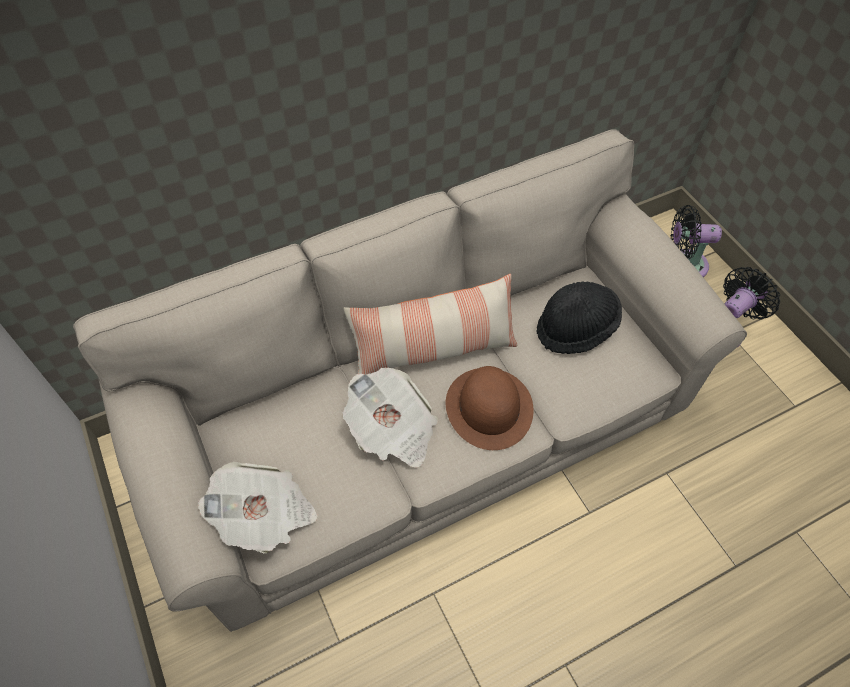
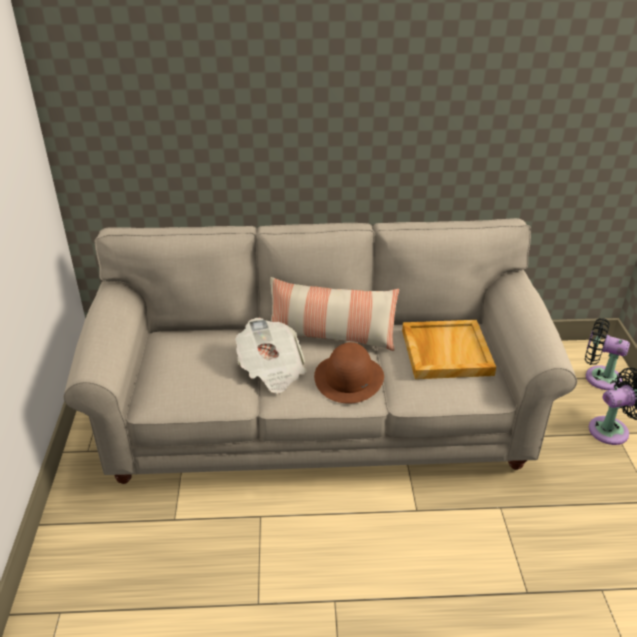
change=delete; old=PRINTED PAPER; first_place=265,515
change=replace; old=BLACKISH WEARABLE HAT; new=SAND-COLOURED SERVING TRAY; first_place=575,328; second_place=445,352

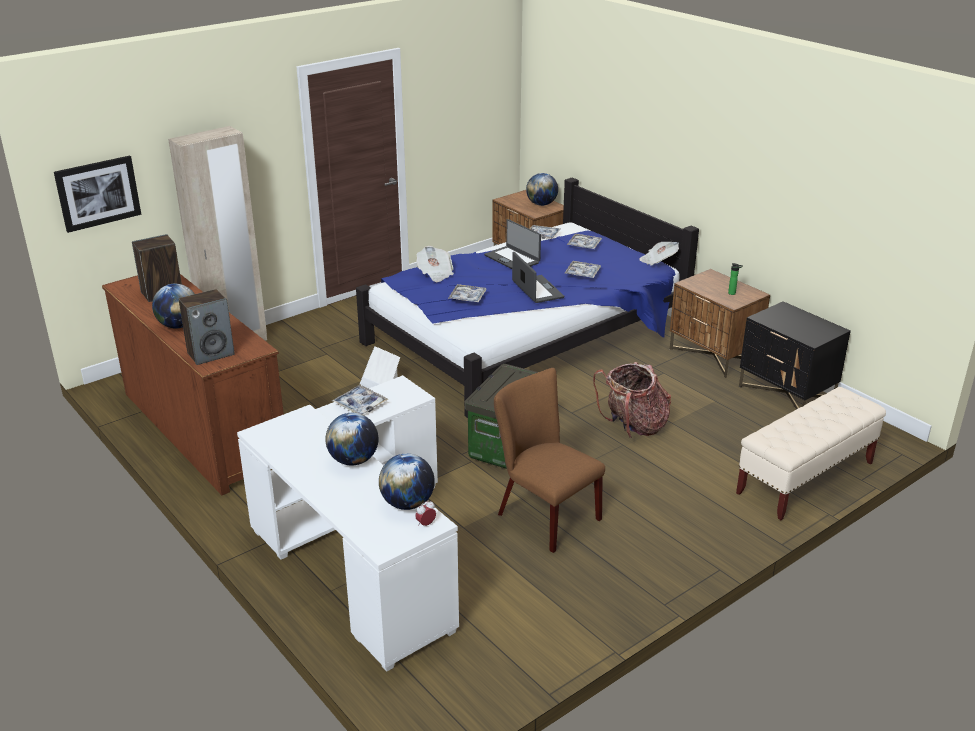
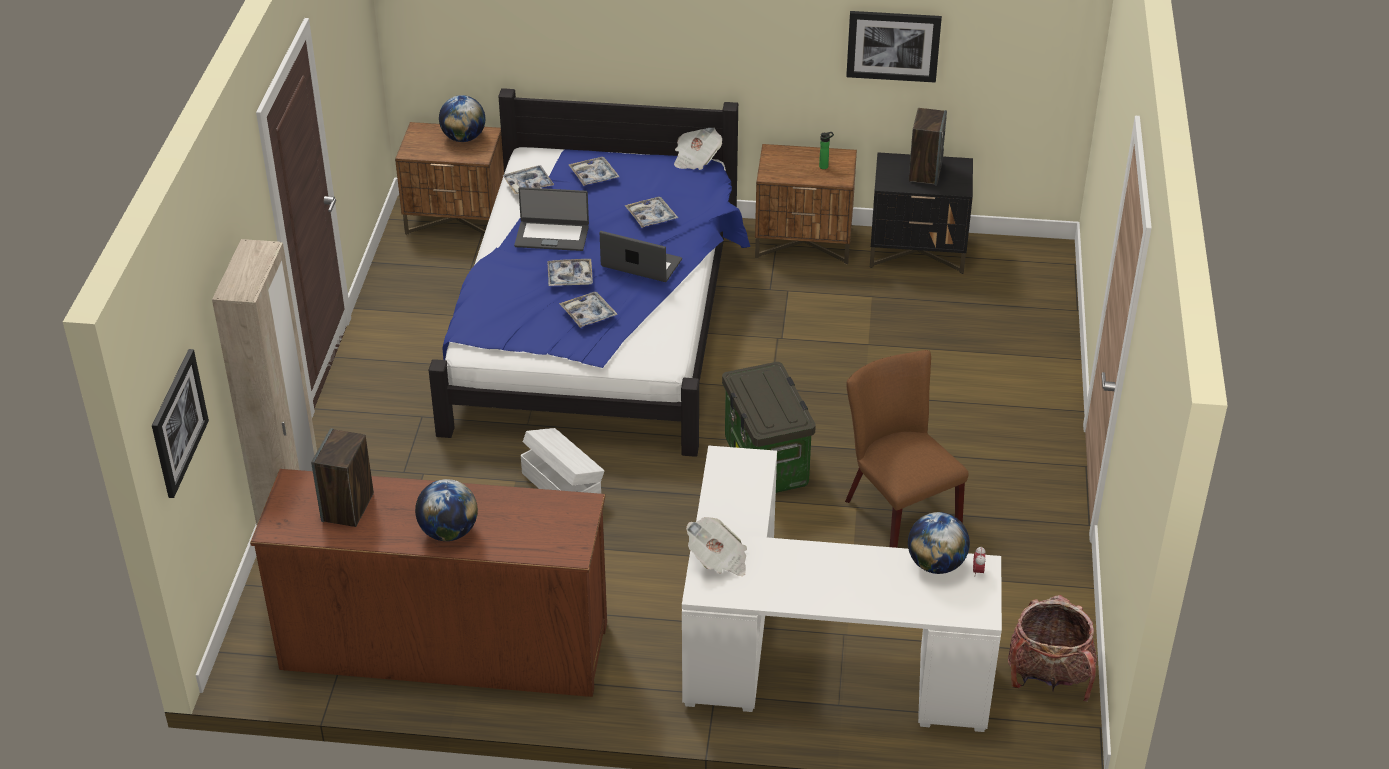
change=delete; old=WORLD GLOBE; first_place=353,460
change=delete; old=SAND-COLOURED BENCH; first_place=805,478
change=insert; new=PICTURE; second_place=893,45
change=move; old=AUDIO SPEAKER; first_place=211,353; second_place=924,172
change=move; old=SERVING TRAY; first_place=360,405; second_place=570,277
change=move; old=PRINTED PAPER; first_place=435,273; second_place=718,560
change=move; old=KNAPSACK; first_place=633,426; second_place=1048,677
change=rotate; old=BROWN PLAIN CHAIR; first_place=542,514; second_place=896,510; degrees=60

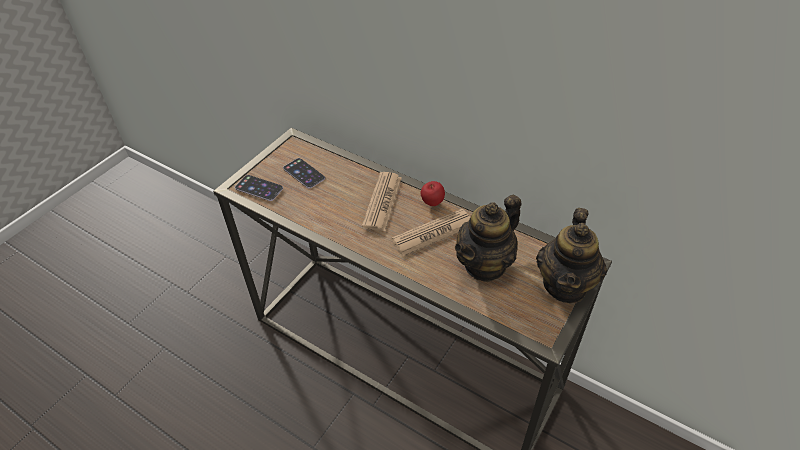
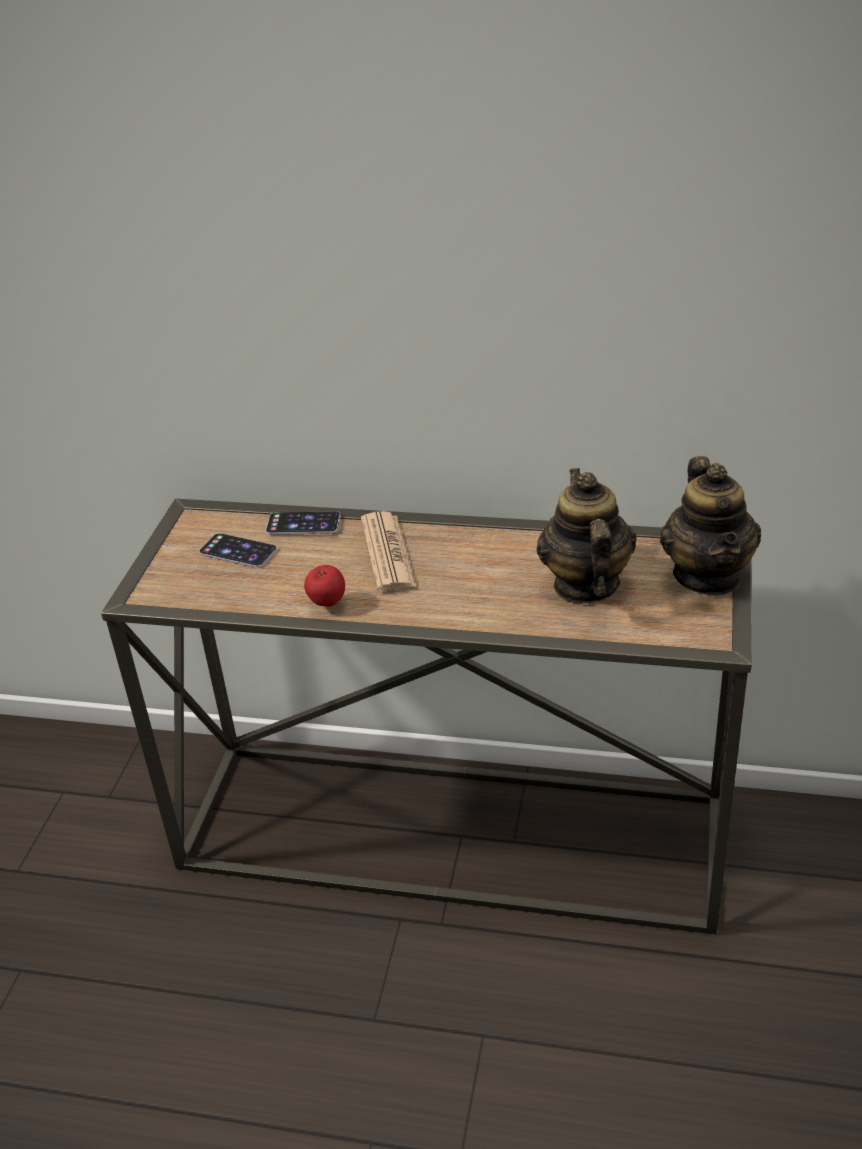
change=delete; old=PRINTED PAPER; first_place=433,233
change=move; old=PHONE; first_place=259,188; second_place=303,524
change=move; old=APPLE; first_place=432,203; second_place=327,603
change=rotate; old=TEAPOT; first_place=485,264; second_place=585,585; degrees=150

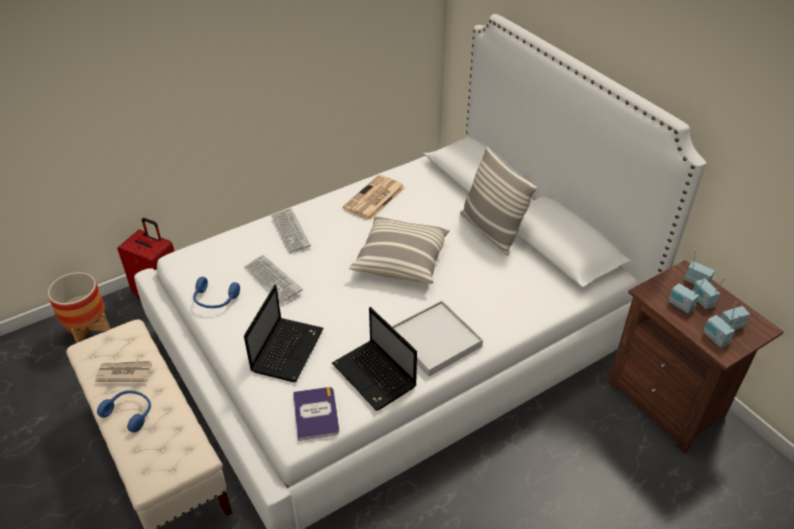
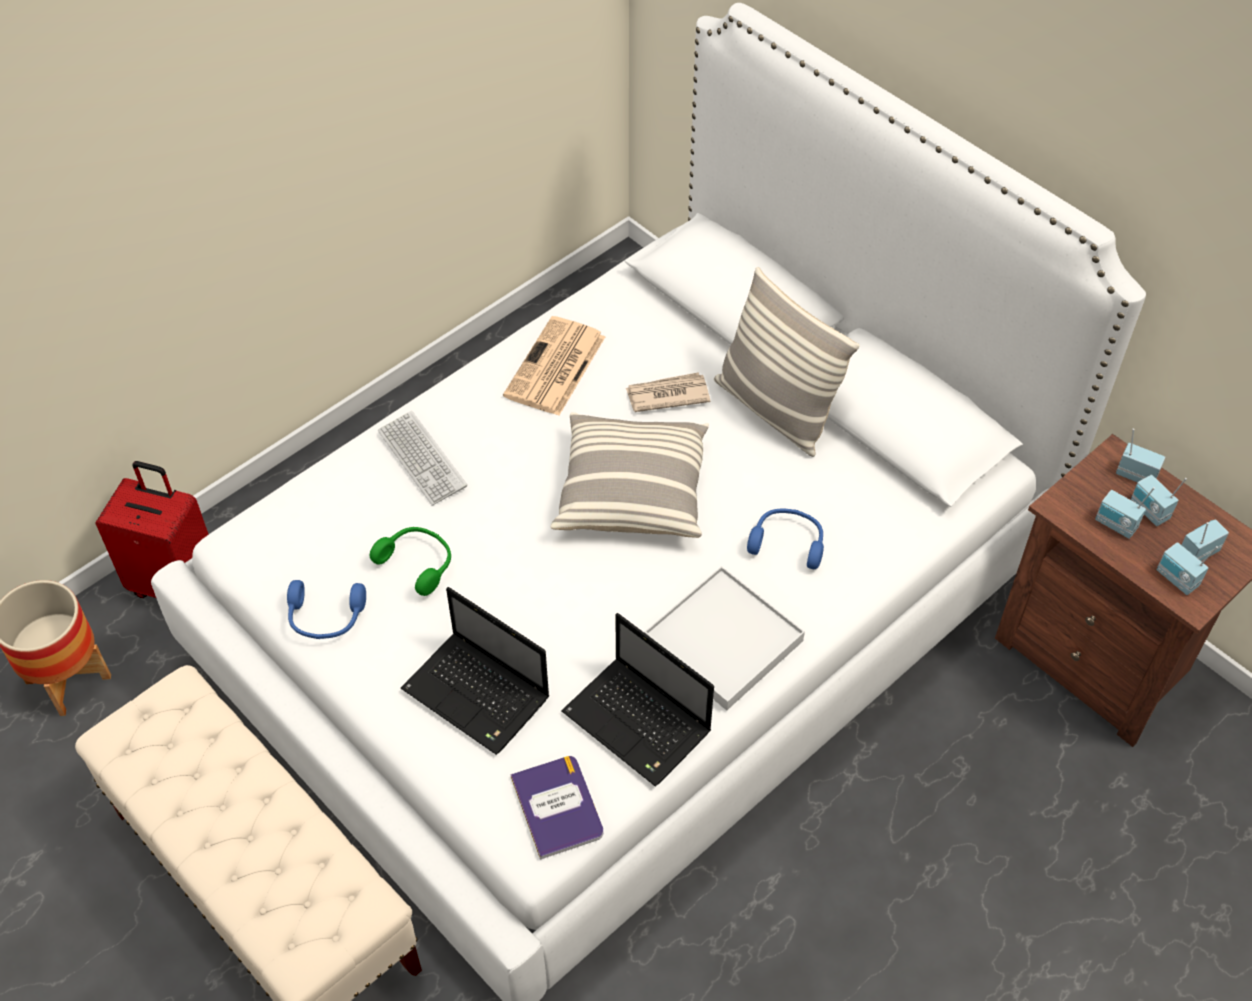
change=move; old=PRINTED PAPER; first_place=124,373; second_place=667,395
change=move; old=BLUISH HEADSET; first_place=130,413; second_place=788,542
change=replace; old=KEYBOARD; new=GREEN-COLOURED HEADSET; first_place=273,279; second_place=417,563
change=rotate; old=LAPTOP; first_place=287,349; second_place=479,695; degrees=120

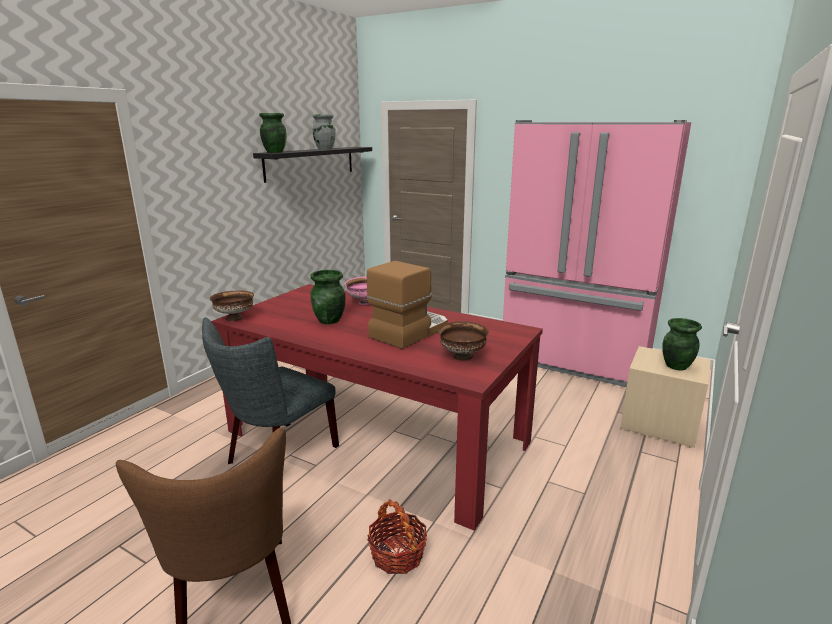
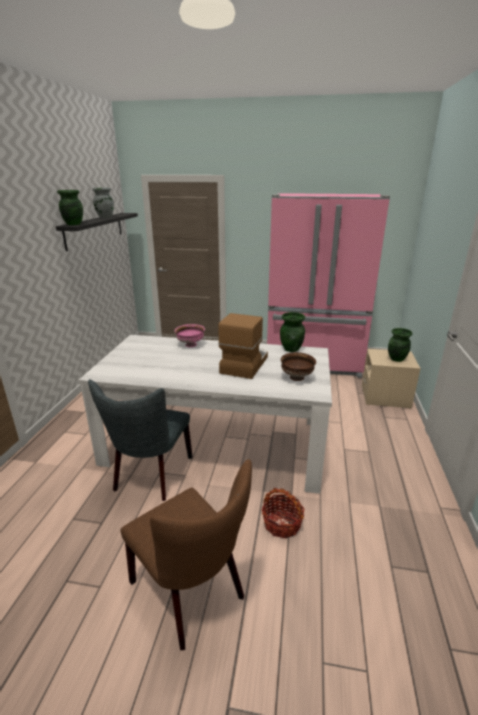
change=delete; old=BROWN BOWL; first_place=234,318
change=move; old=GREEN-COLOURED VASE; first_place=329,320; second_place=291,349
change=recolor; old=REDDISH DINNER TABLE; new=WHITE-COLOURED DINNER TABLE; first_place=377,437; second_place=216,443

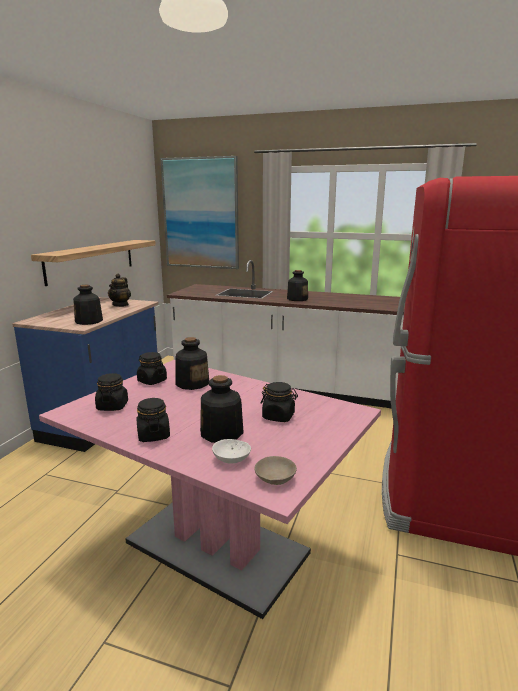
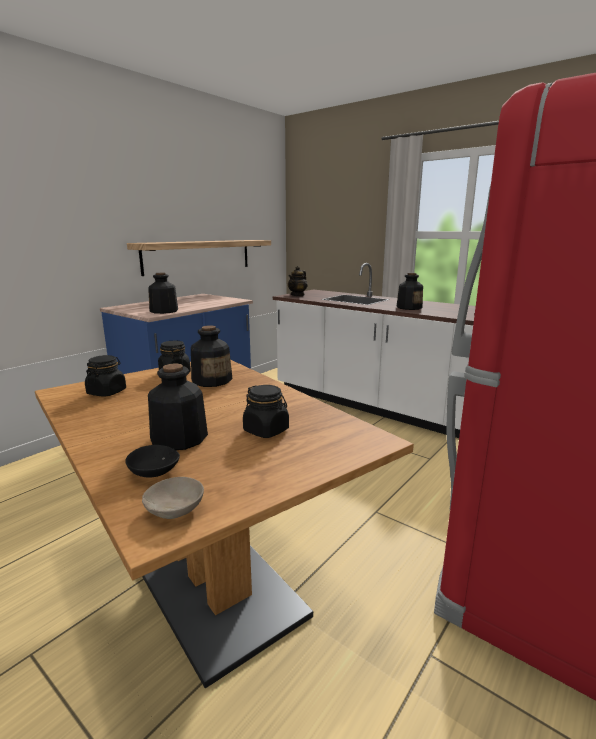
change=delete; old=BLACKISH PRESERVE JAR; first_place=153,435
change=delete; old=PICTURE; first_place=201,214
change=move; old=TEAPOT; first_place=120,305; second_place=297,295
change=recolor; old=PINK-COLOURED DINNER TABLE; new=BROWN DINNER TABLE; first_place=216,548; second_place=210,578
change=recolor; old=WHITE-COLOURED BOWL; new=BLACKISH BOWL; first_place=230,459; second_place=152,471

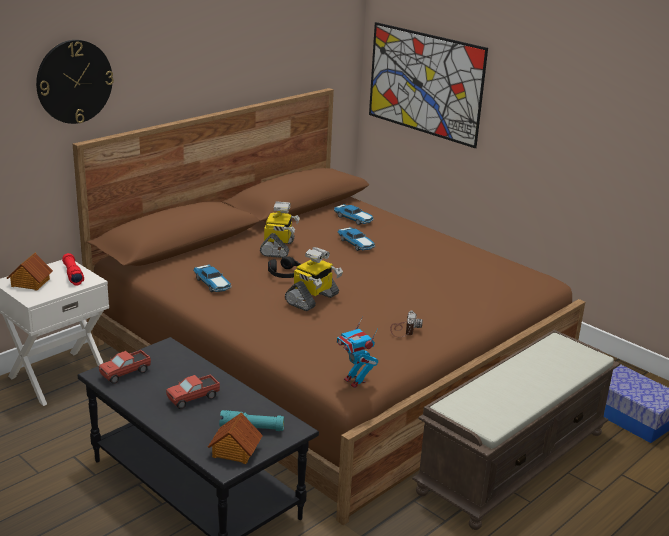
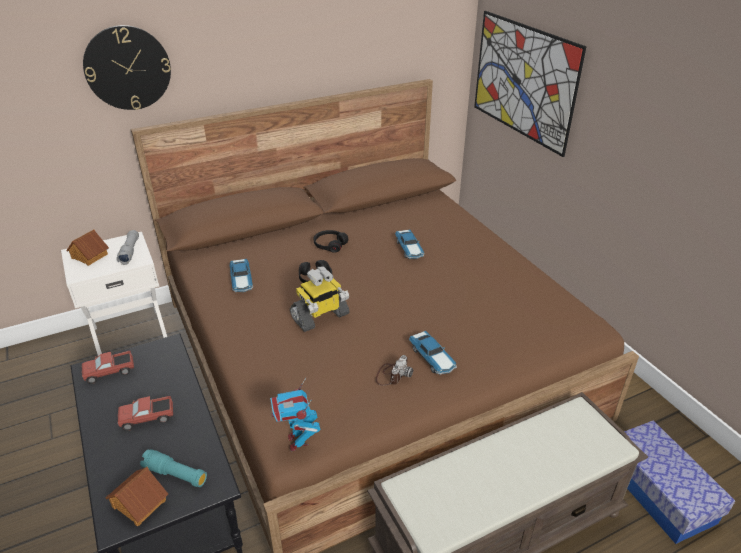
change=move; old=MODEL CAR; first_place=354,219; second_place=432,358
change=replace; old=ROBOT FIGURE; new=BLACKISH HEADSET; first_place=278,248; second_place=330,245
change=recolor; old=REDDISH HAND TORCH; new=GREYISH HAND TORCH; first_place=73,275; second_place=130,252

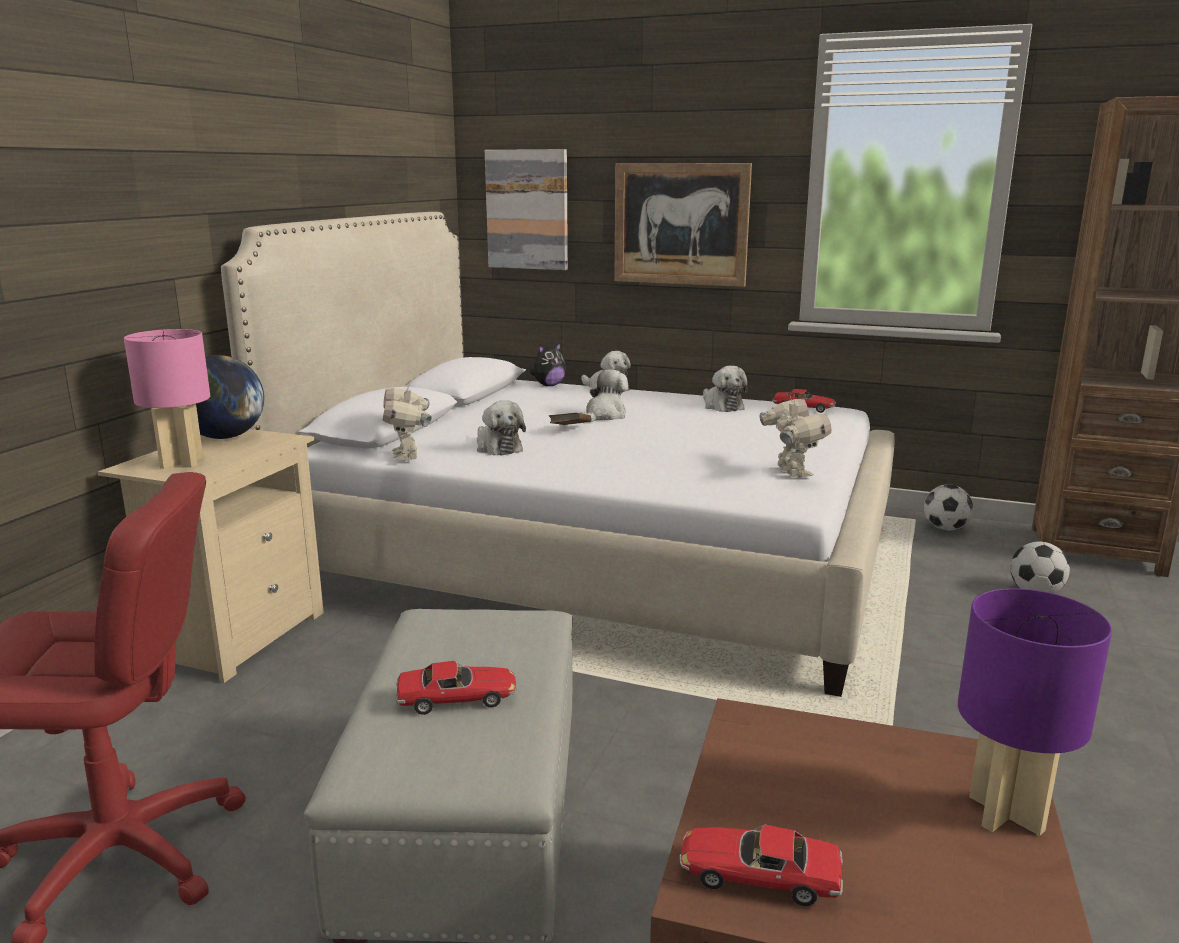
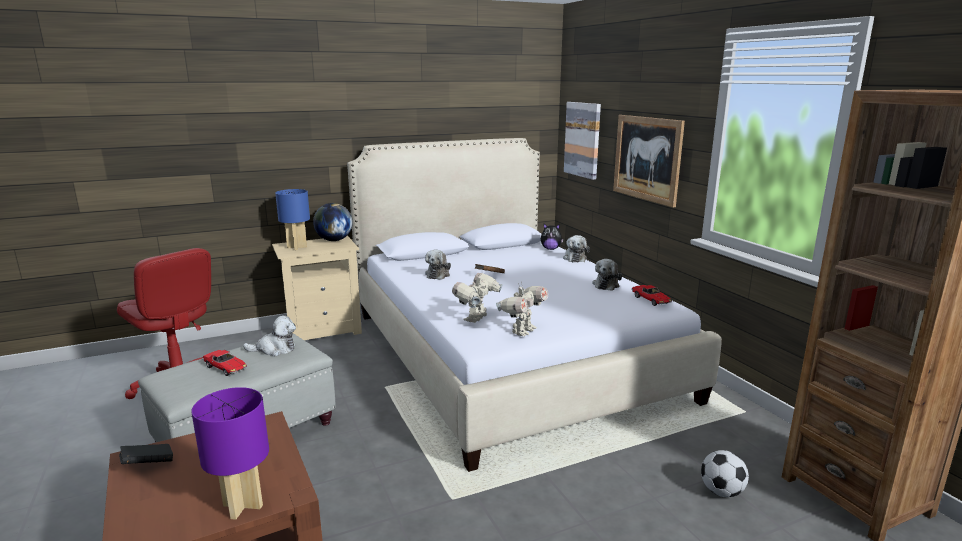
change=delete; old=FOOTBALL BALL; first_place=945,528
change=move; old=ROBOT FIGURE; first_place=408,456; second_place=477,319
change=move; old=PLUSH TOY; first_place=604,416; second_place=275,349
change=replace; old=MODEL CAR; new=BLACKISH VOLUME; first_place=759,876; second_place=148,464
change=recolor; old=PINK-COLOURED TABLE LAMP; new=BLUISH TABLE LAMP; first_place=181,463; second_place=296,247

